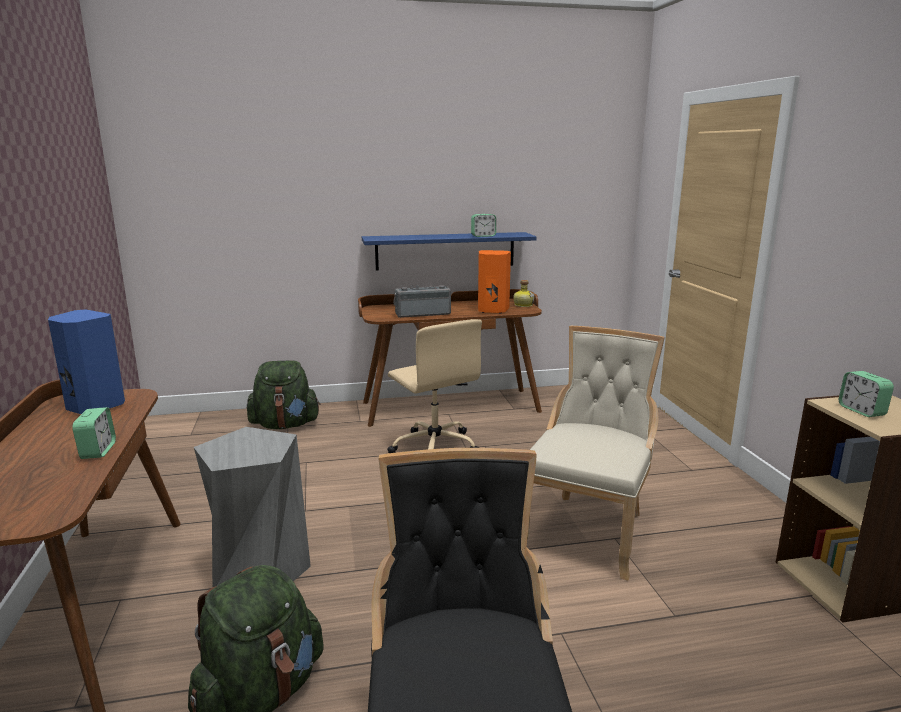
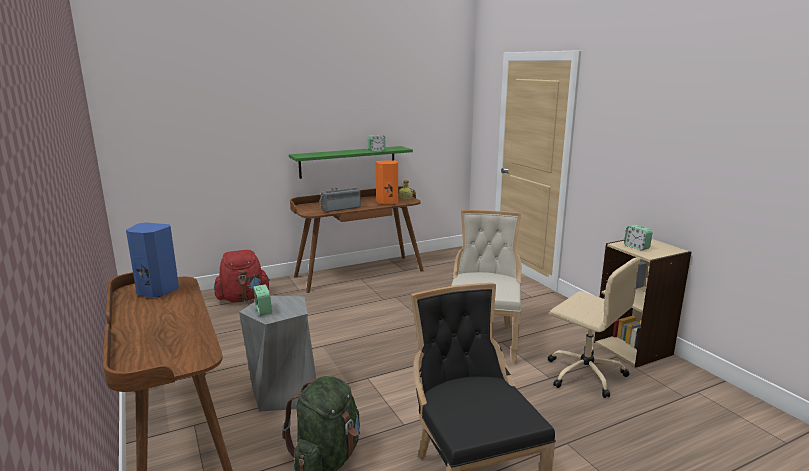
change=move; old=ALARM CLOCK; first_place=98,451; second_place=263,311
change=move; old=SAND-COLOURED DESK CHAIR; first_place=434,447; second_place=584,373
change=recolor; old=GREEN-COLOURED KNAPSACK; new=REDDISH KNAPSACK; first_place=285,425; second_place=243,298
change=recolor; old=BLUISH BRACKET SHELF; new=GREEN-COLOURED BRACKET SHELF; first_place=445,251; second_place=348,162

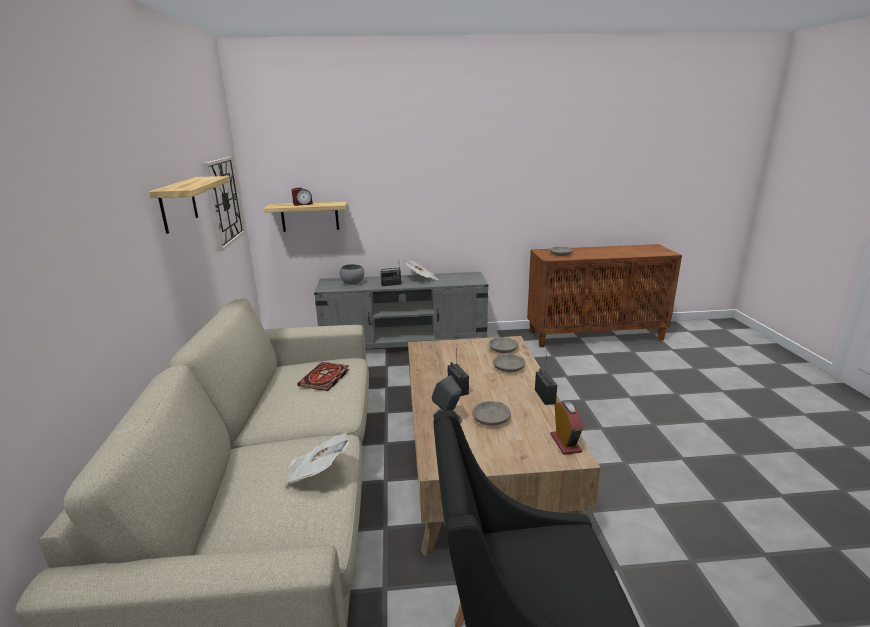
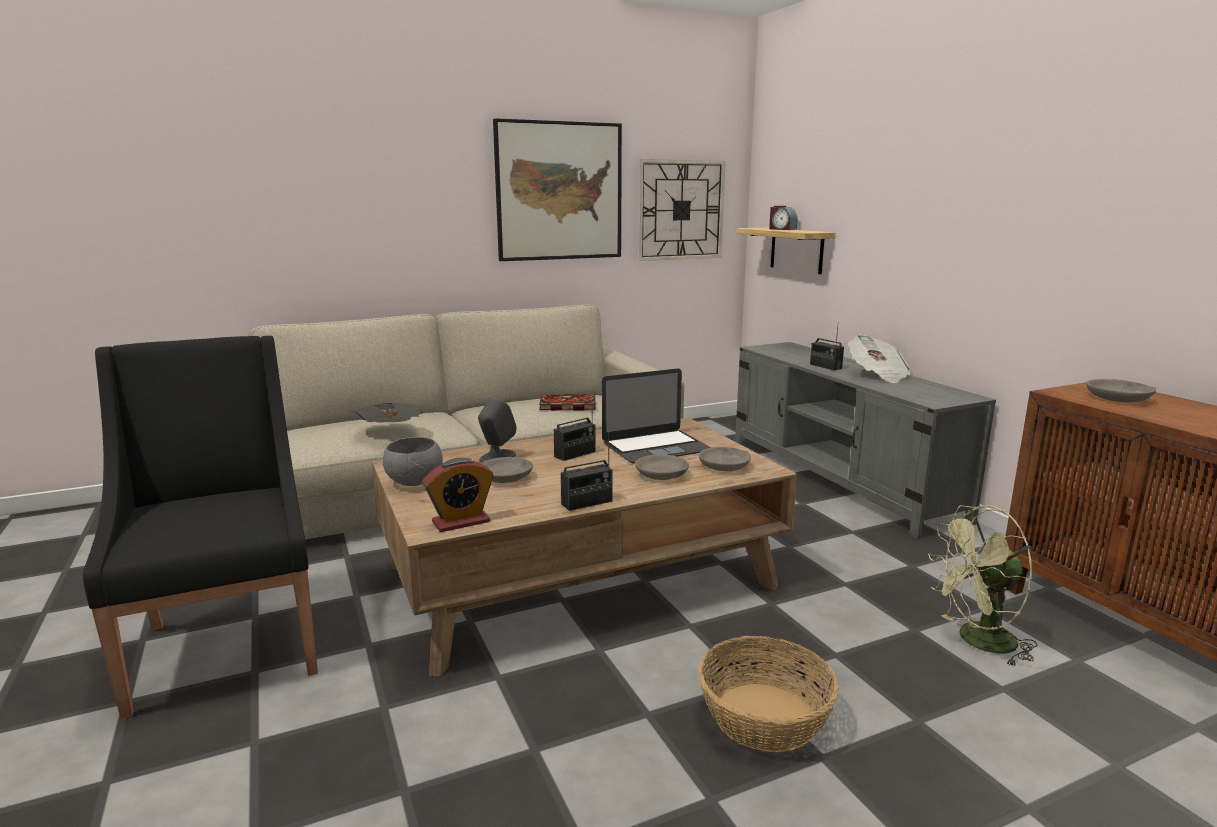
change=insert; new=LAPTOP; second_place=656,447
change=insert; new=BASKET; second_place=764,716
change=insert; new=GREEN-COLOURED COOLING FAN; second_place=977,642
change=move; old=GREYISH BOWL; first_place=353,283; second_place=415,482
change=replace; old=BRACKET SHELF; new=PICTURE; first_place=178,204; second_place=559,191

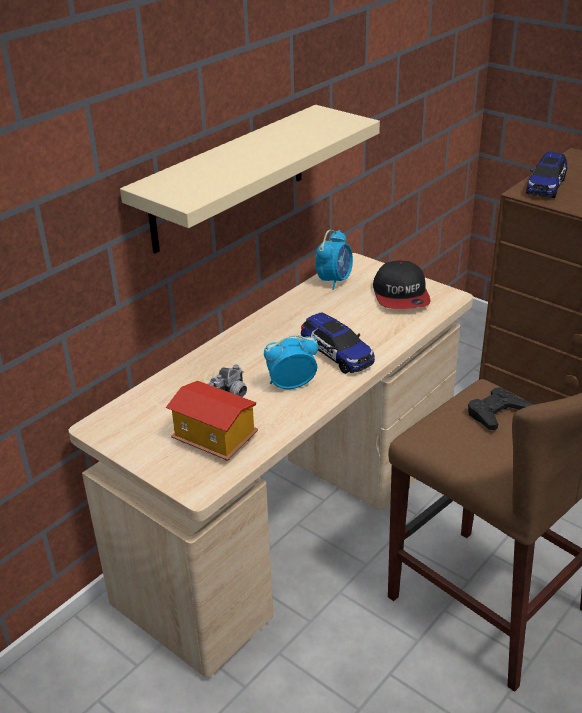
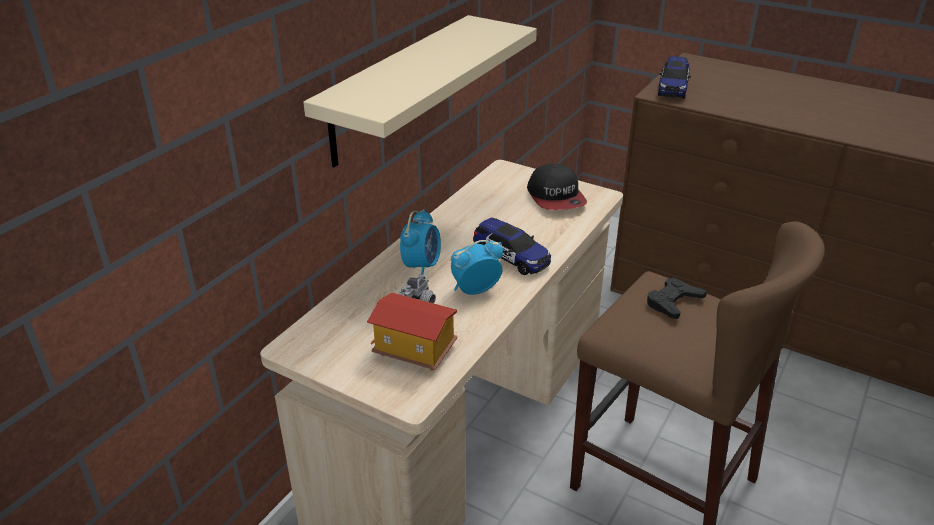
change=move; old=ALARM CLOCK; first_place=334,280; second_place=422,266

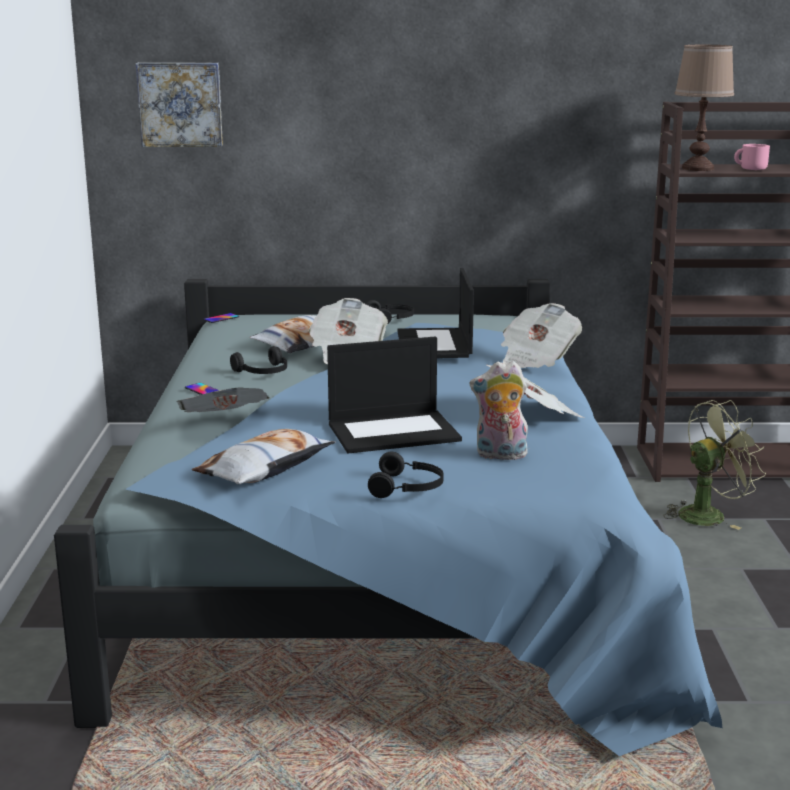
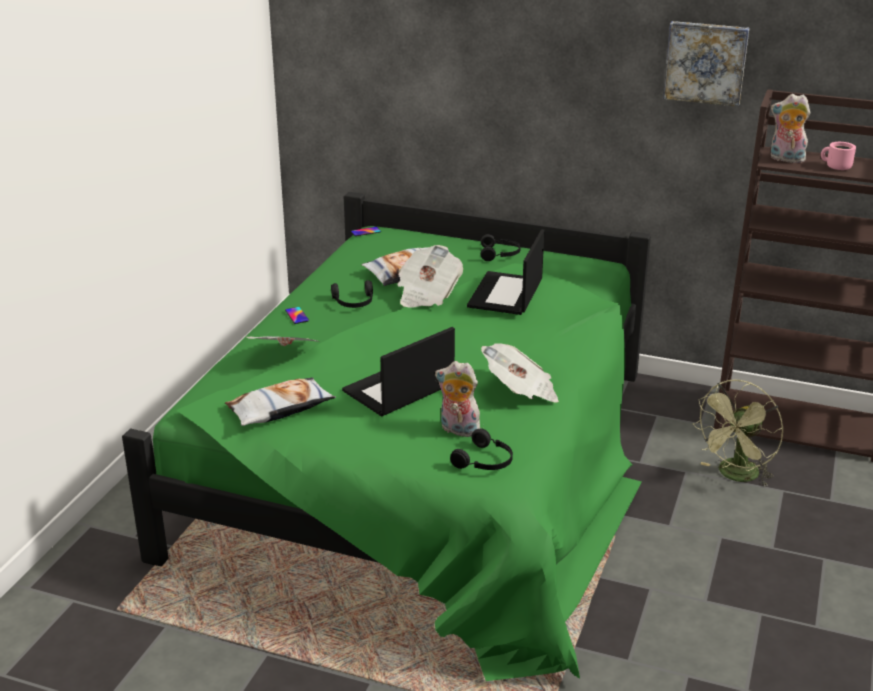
change=delete; old=PRINTED PAPER; first_place=536,359
change=move; old=PICTURE; first_place=180,104; second_place=705,62
change=move; old=BLACKISH HEADSET; first_place=408,488; second_place=485,461
change=replace; old=BROWN TABLE LAMP; new=PLUSH TOY; first_place=698,168; second_place=785,159
change=recolor; old=BLUISH BED; new=GREEN-COLOURED BED; first_place=383,563; second_place=430,469
change=rotate; old=LAPTOP; first_place=394,431; second_place=398,389; degrees=135
change=rotate; old=GREEN-COLOURED COOLING FAN; first_place=709,514; second_place=735,476; degrees=135

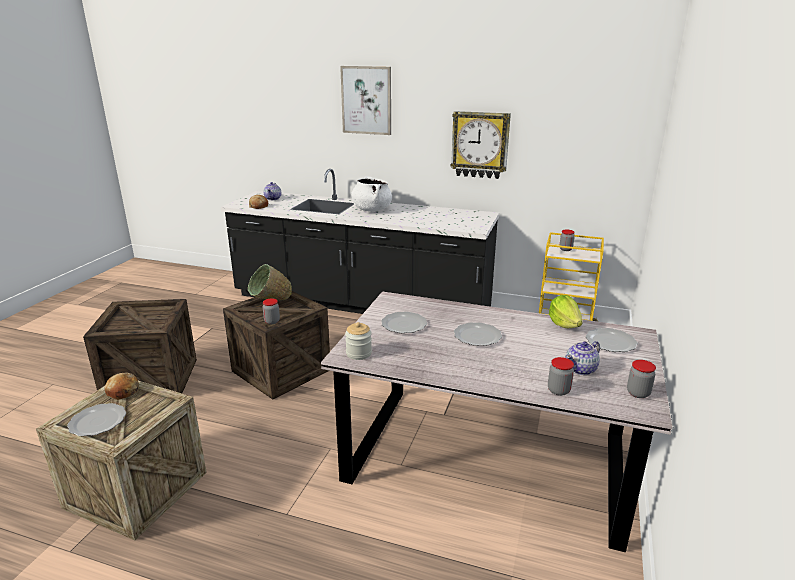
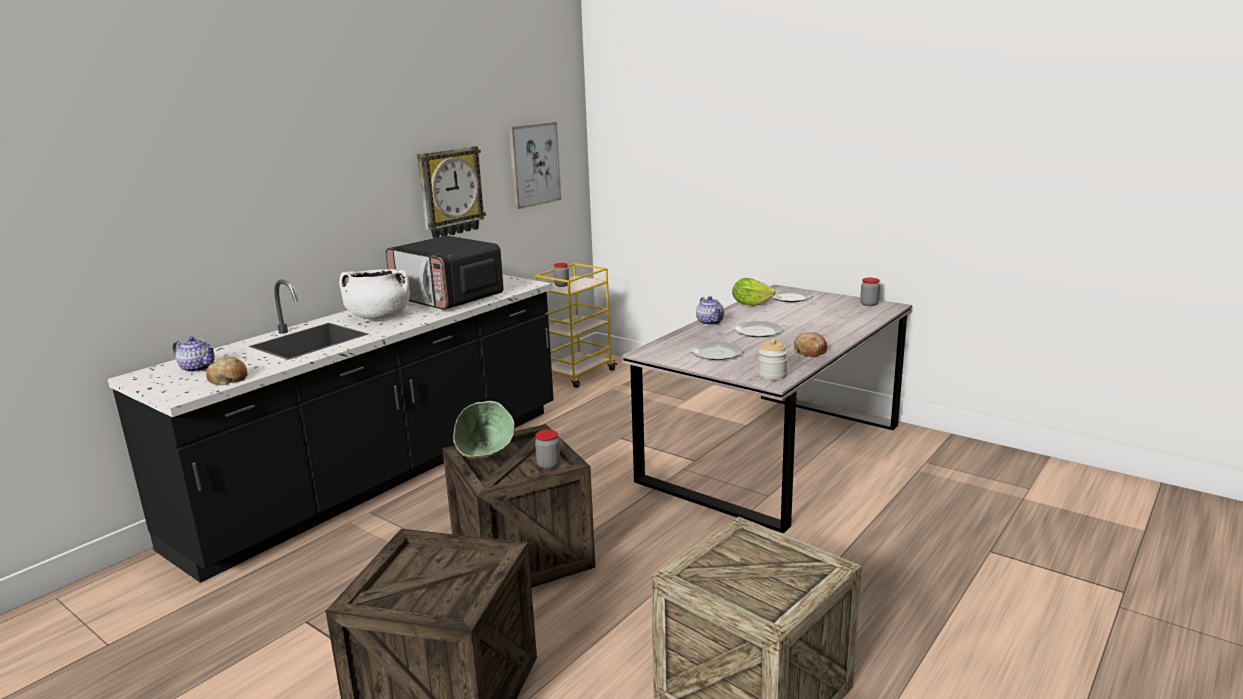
change=delete; old=PLATE; first_place=97,422
change=delete; old=PRESERVE JAR; first_place=558,390
change=insert; new=KITCHEN MICROWAVE; second_place=448,298
change=move; old=BAKED BREAD; first_place=123,391; second_place=810,351
change=move; old=PICTURE; first_place=366,100; second_place=534,164
change=move; old=TEAPOT; first_place=581,369; second_place=710,322

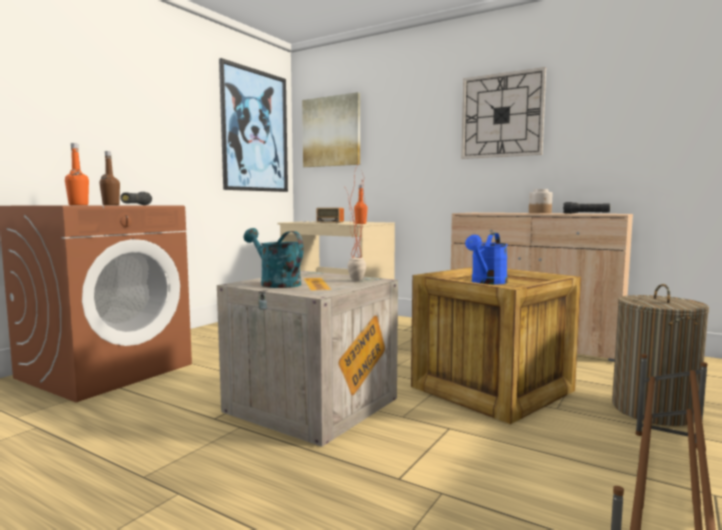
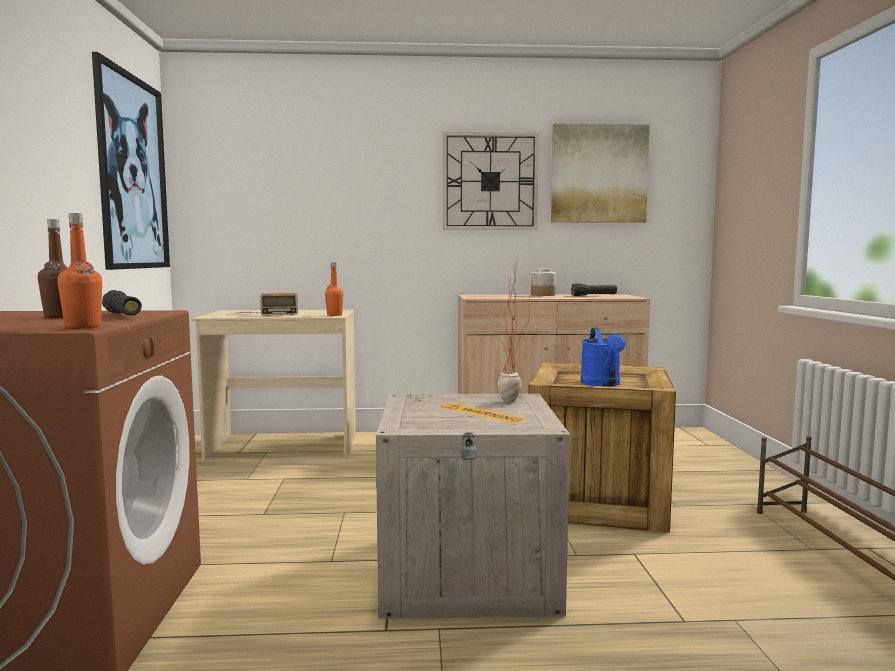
change=delete; old=TURQUOISE SPRINKLING CAN; first_place=275,283
change=delete; old=WASHING BASKET; first_place=653,410
change=move; old=PICTURE; first_place=331,131; second_place=598,174

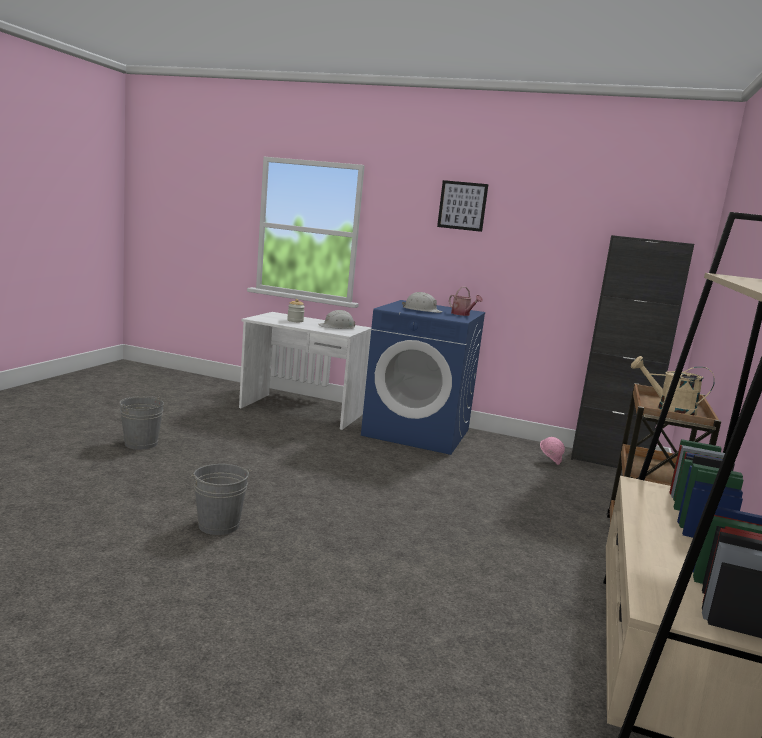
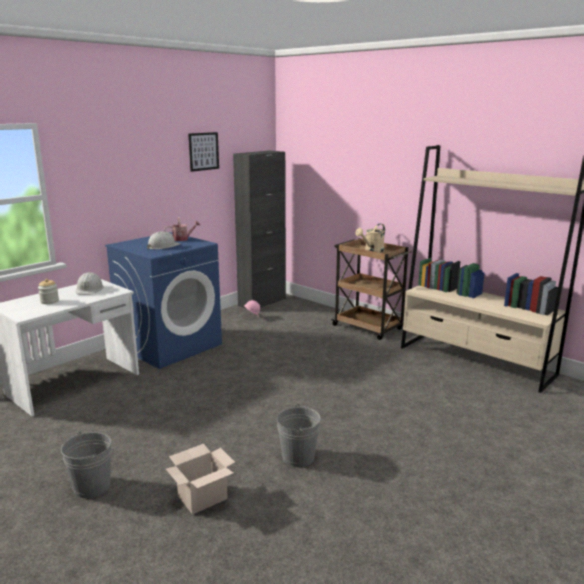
change=insert; new=CARDBOARD BOX; second_place=203,497
change=move; old=PICTURE; first_place=462,206; second_place=203,151

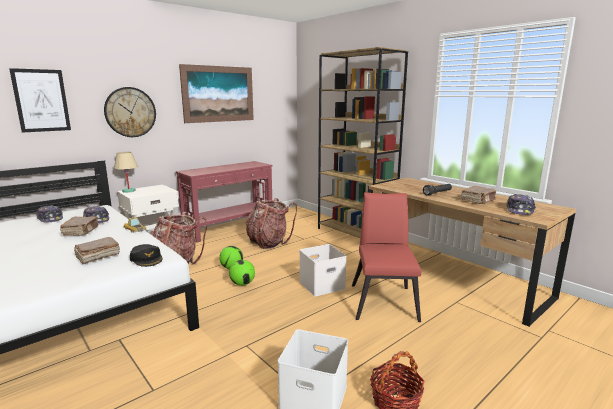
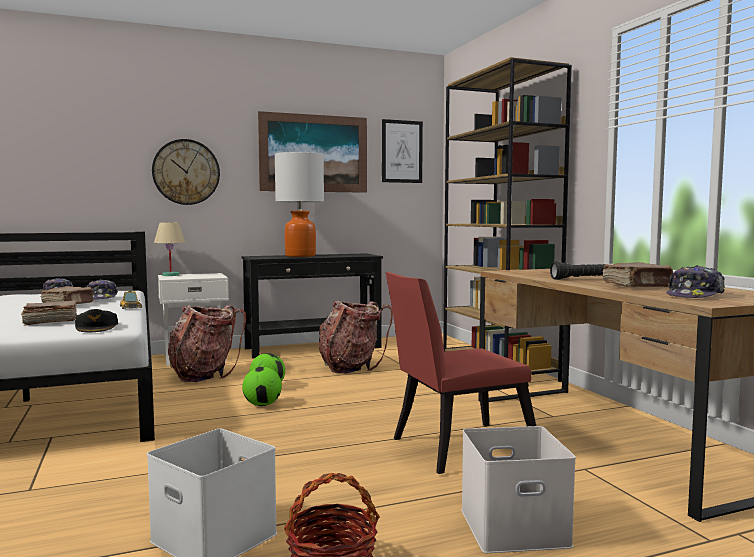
change=insert; new=TABLE LAMP; second_place=300,256
change=move; old=PICTURE; first_place=41,100; second_place=402,151
change=move; old=WHITE-COLOURED STORAGE BOX; first_place=321,285; second_place=512,528
change=recolor; old=REDDISH HALL TABLE; new=BLACKISH HALL TABLE; first_place=230,228; second_place=314,348
change=rotate; old=REDDISH PLAIN CHAIR; first_place=384,299; second_place=455,448; degrees=-135

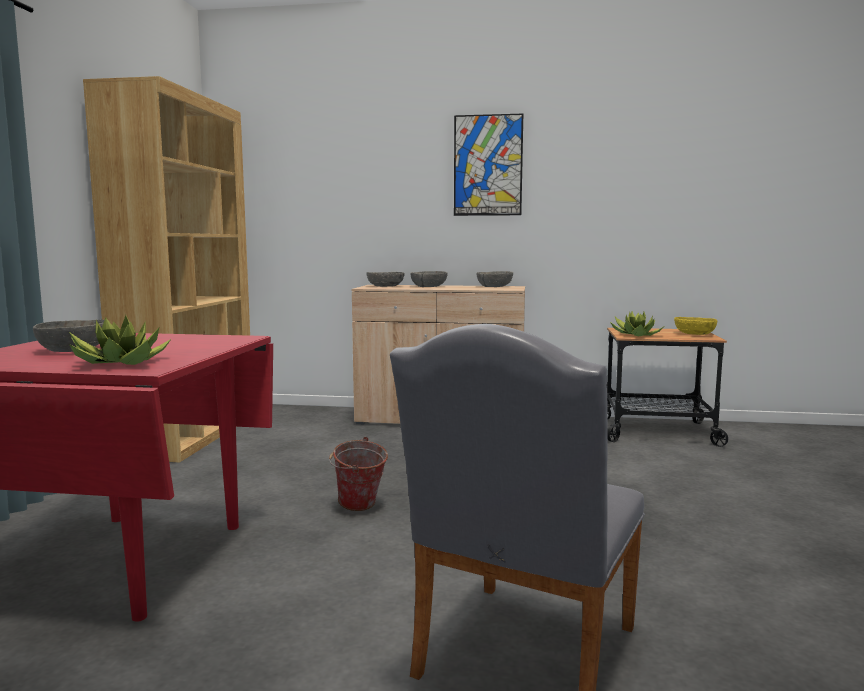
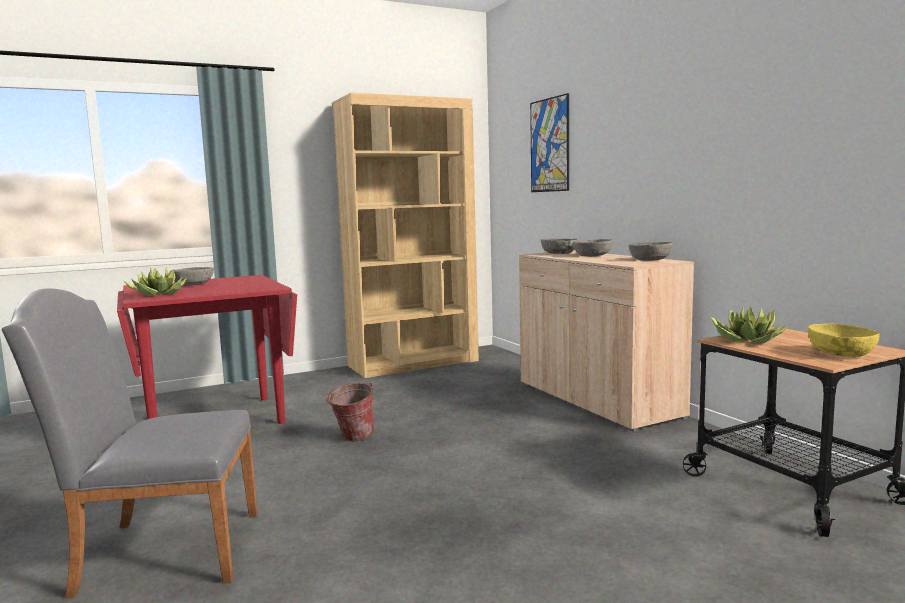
change=move; old=PICTURE; first_place=488,165; second_place=549,145

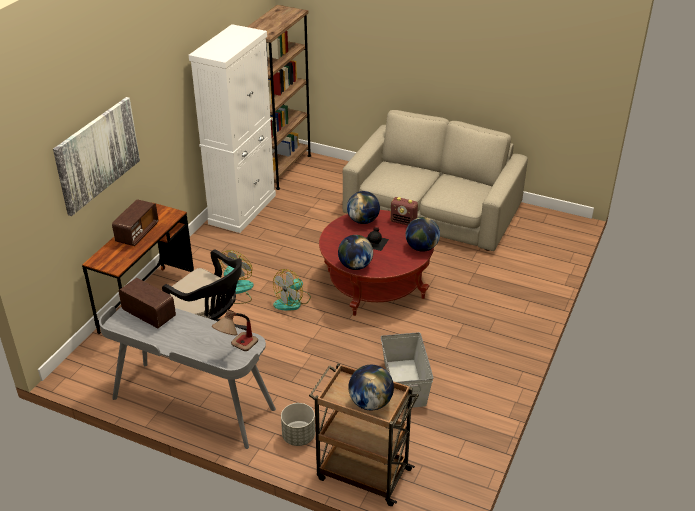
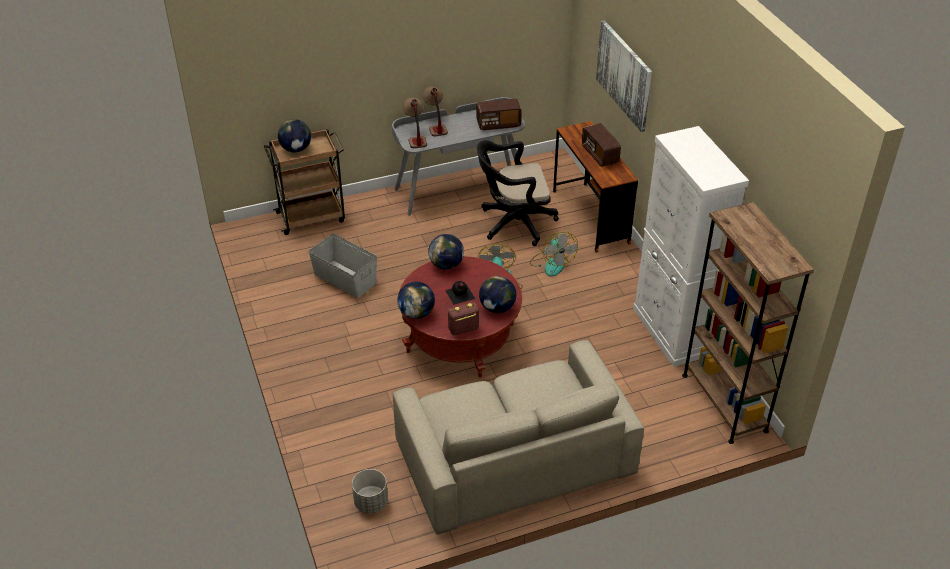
change=insert; new=TABLE LAMP; second_place=435,125
change=move; old=GREYISH PLANT POT; first_place=298,436; second_place=371,502

